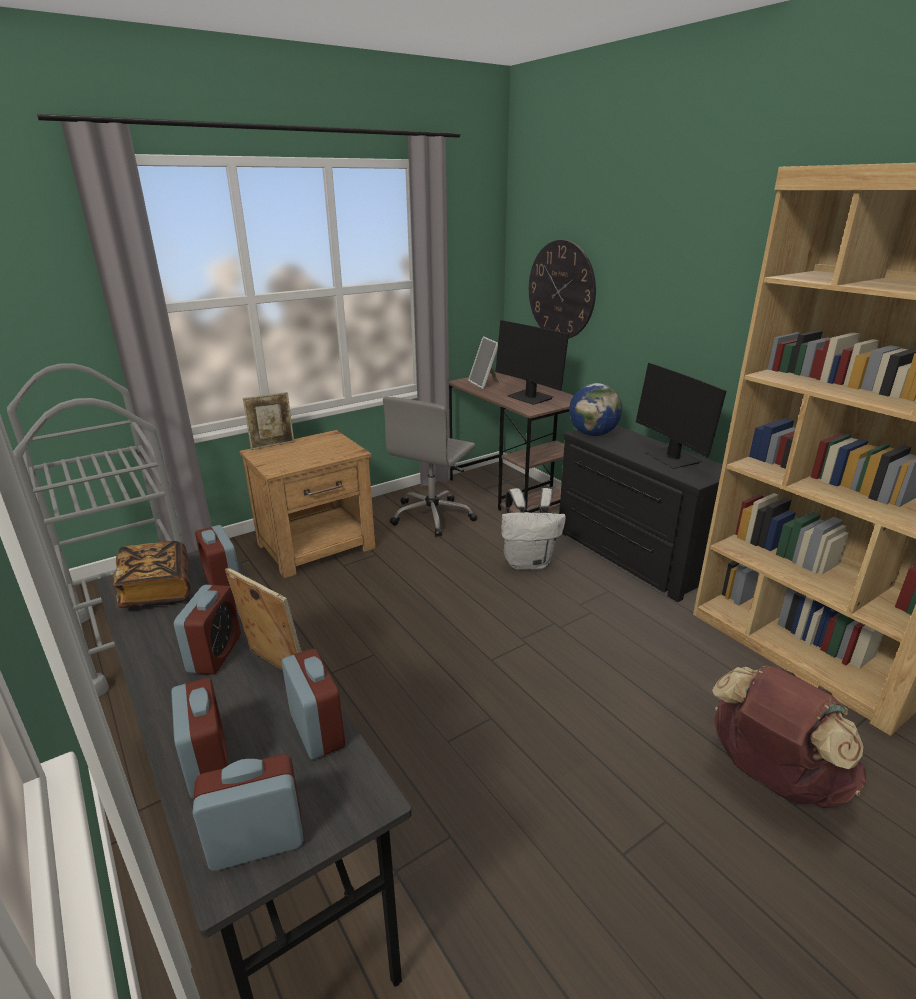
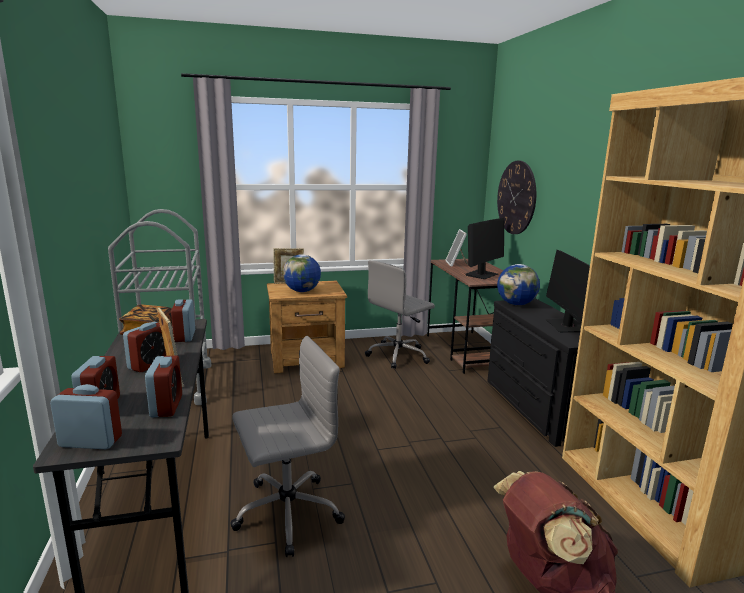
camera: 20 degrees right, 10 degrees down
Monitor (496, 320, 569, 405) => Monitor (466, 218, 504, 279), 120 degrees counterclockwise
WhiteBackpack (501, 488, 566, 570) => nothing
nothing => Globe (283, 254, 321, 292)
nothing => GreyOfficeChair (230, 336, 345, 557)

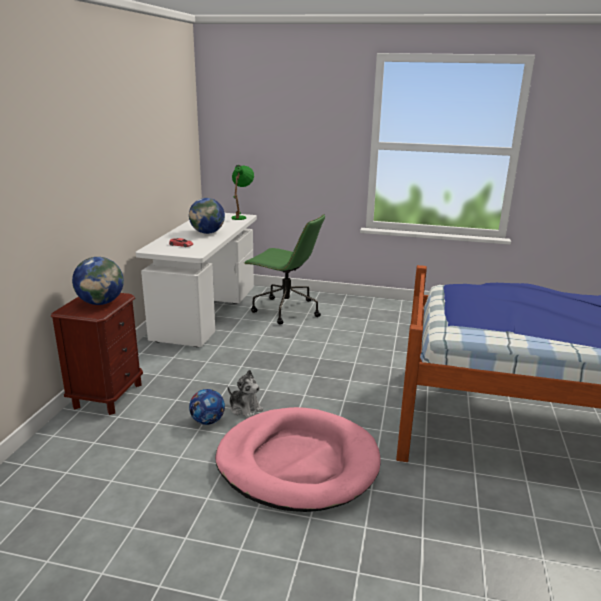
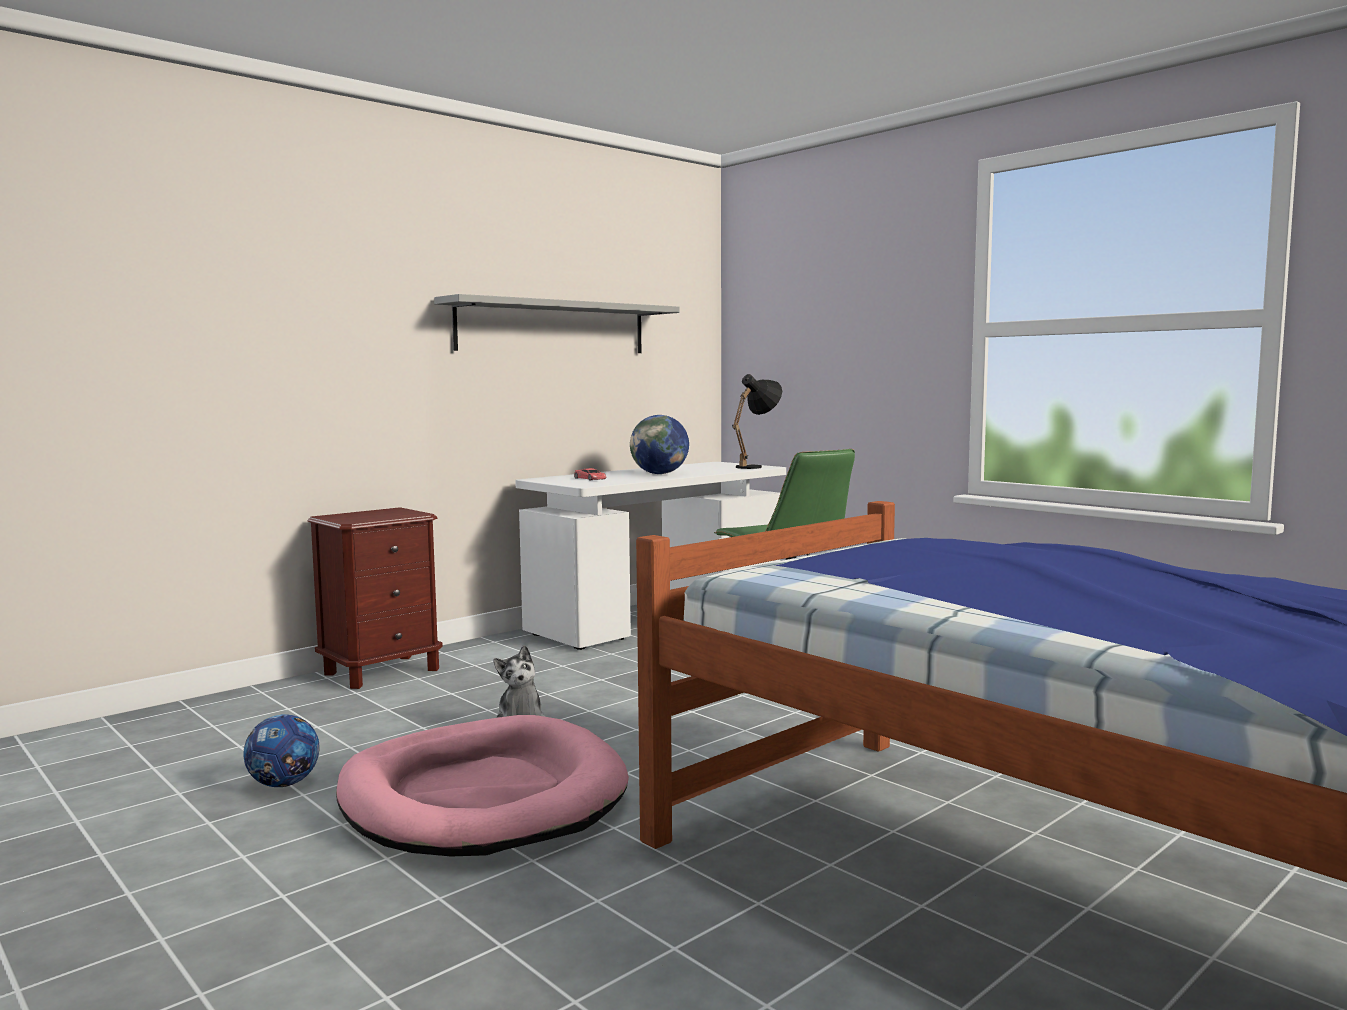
camera: 35 degrees right, 15 degrees down
GreenTableLamp (231, 165, 254, 220) => BlackTableLamp (732, 374, 782, 469)
Globe (72, 257, 124, 305) => nothing
Football (189, 389, 225, 425) => Football (243, 714, 320, 787), relocated
nothing => GreyShelf (434, 294, 680, 353)

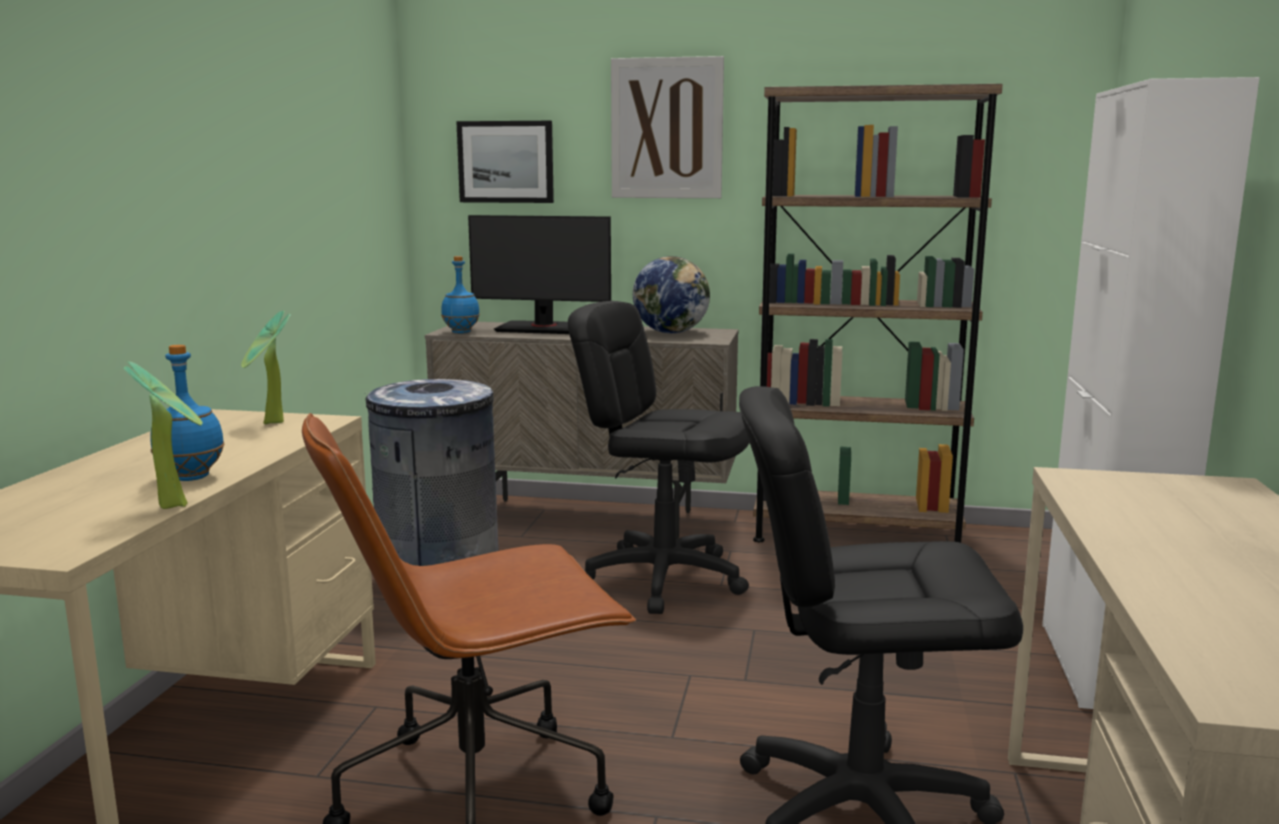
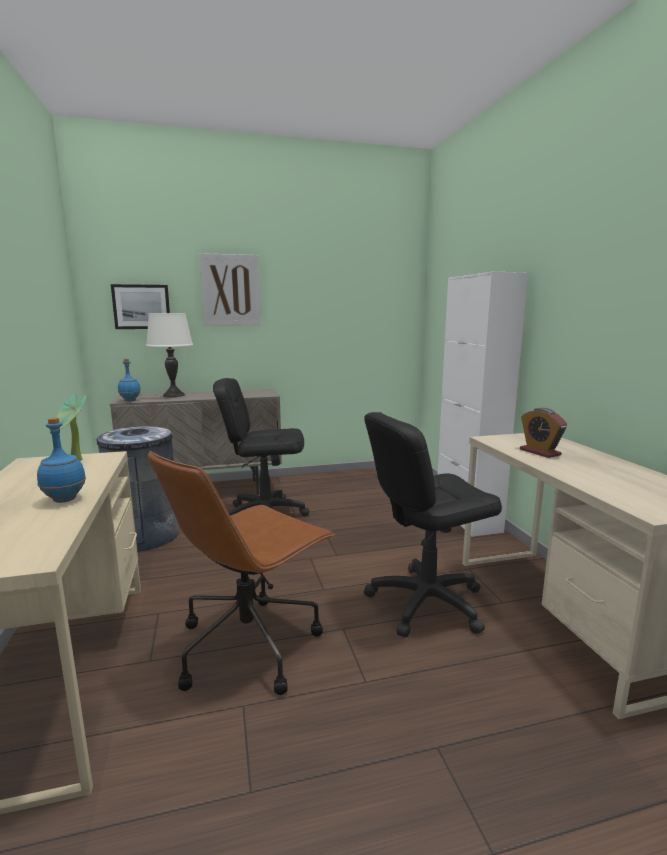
camera: 25 degrees left, 0 degrees up
BrownBookcase (753, 84, 1003, 543) => nothing
Monitor (468, 215, 611, 334) => WhiteTableLamp (146, 313, 193, 397)
Globe (633, 256, 710, 333) => nothing
PottedPlant (124, 361, 203, 509) => nothing
nothing => AlarmClock (520, 408, 567, 458)

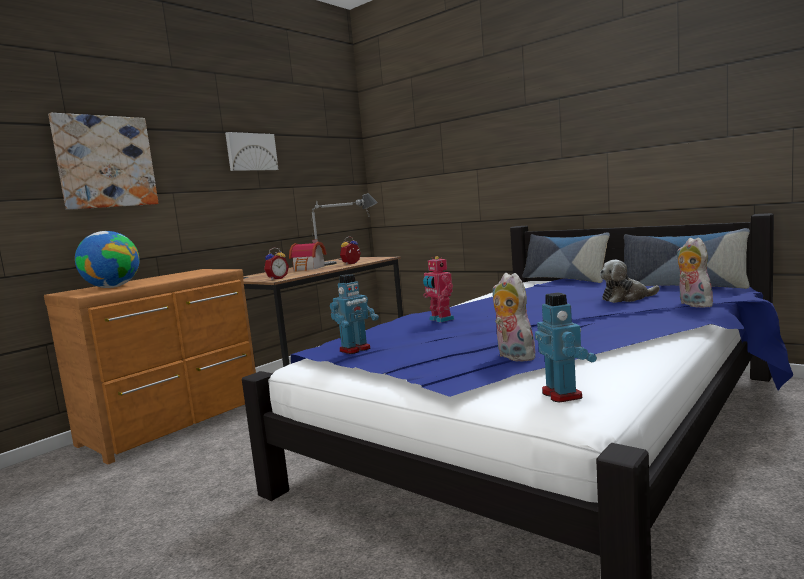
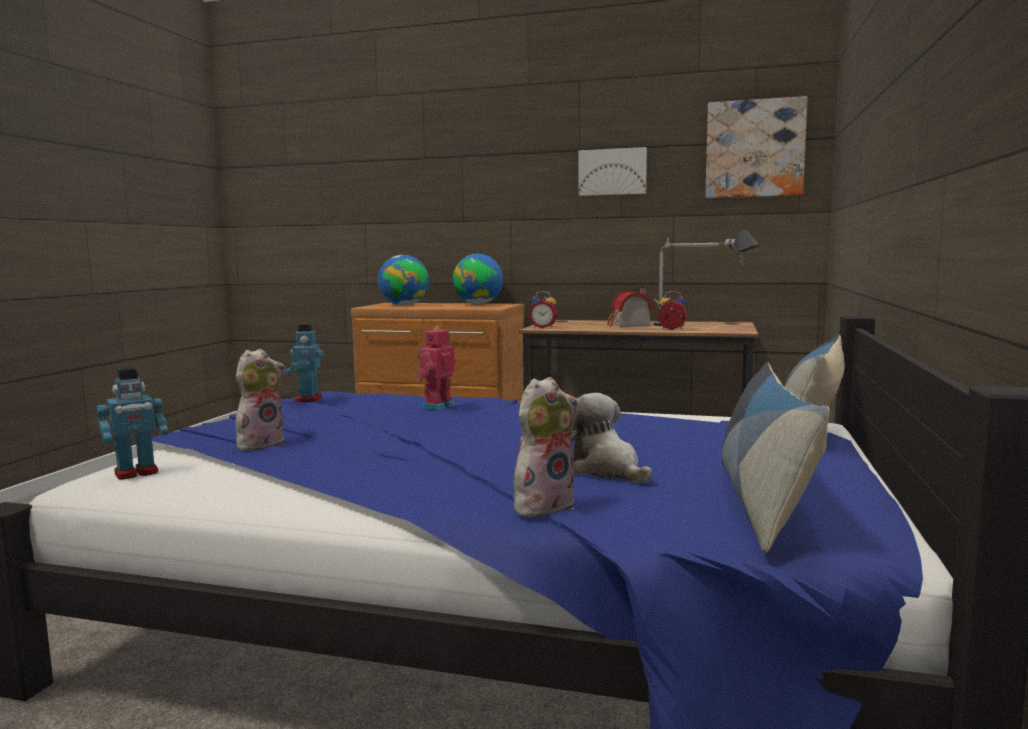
camera: 65 degrees right, 0 degrees up
Picture (48, 113, 158, 210) => Picture (705, 96, 808, 198), relocated
ToyRobot (330, 274, 379, 354) => ToyRobot (284, 323, 323, 402), 60 degrees clockwise
nothing => Globe (453, 254, 503, 305)

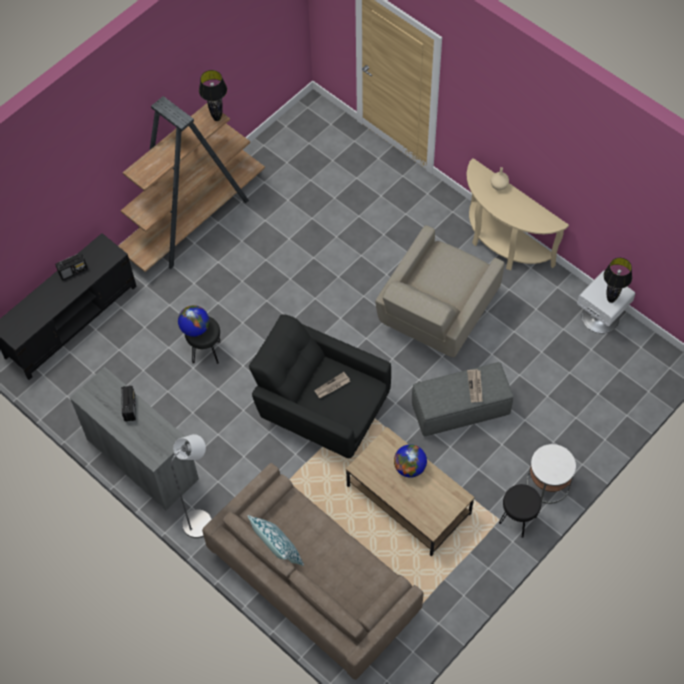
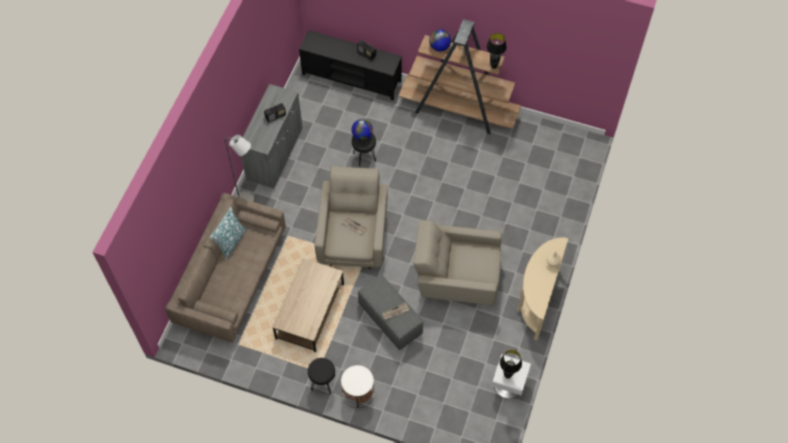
camera: 65 degrees right, 0 degrees up
BlackArmchair (249, 314, 391, 459) => BeigeArmchair (315, 166, 388, 269)
Globe (394, 444, 427, 478) => Globe (429, 29, 451, 52), relocated

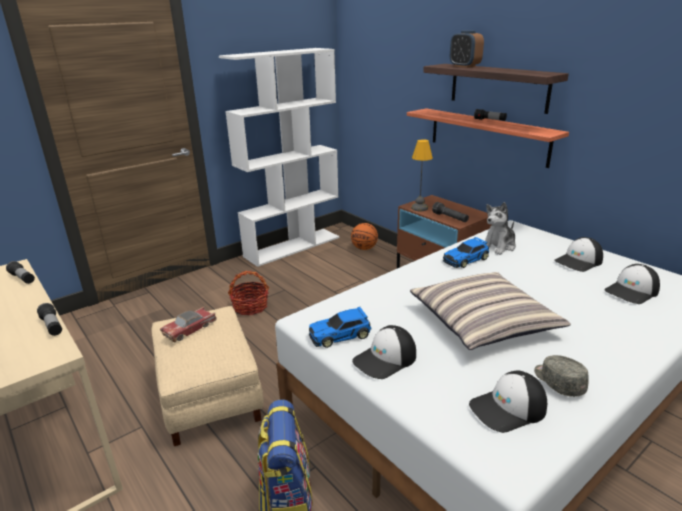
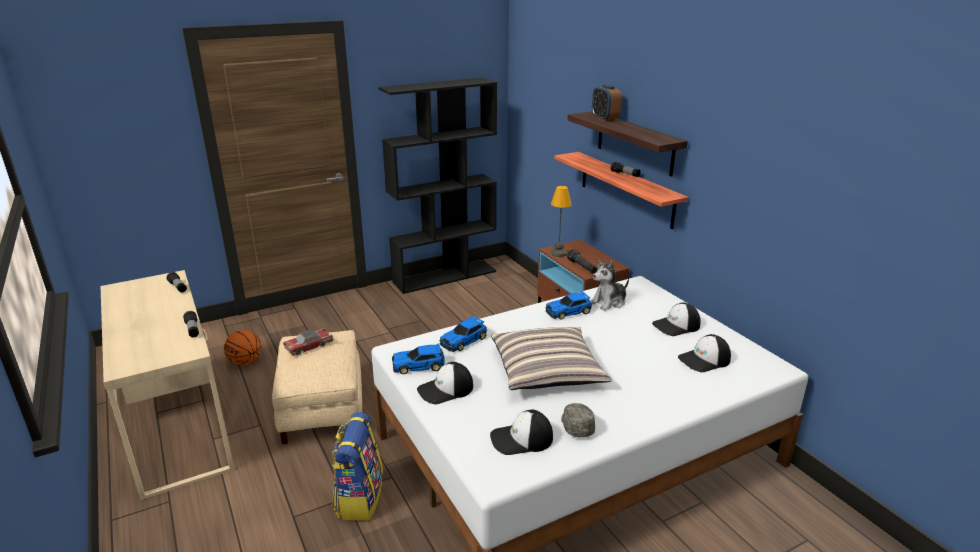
camera: 10 degrees right, 0 degrees up
WhiteBookcase (219, 48, 340, 267) => BlackBookcase (378, 77, 497, 294)
Basketball (351, 223, 378, 250) => Basketball (224, 330, 261, 365), relocated
Basket (228, 271, 269, 315) => nothing
nothing => ToyCar (440, 316, 487, 352)

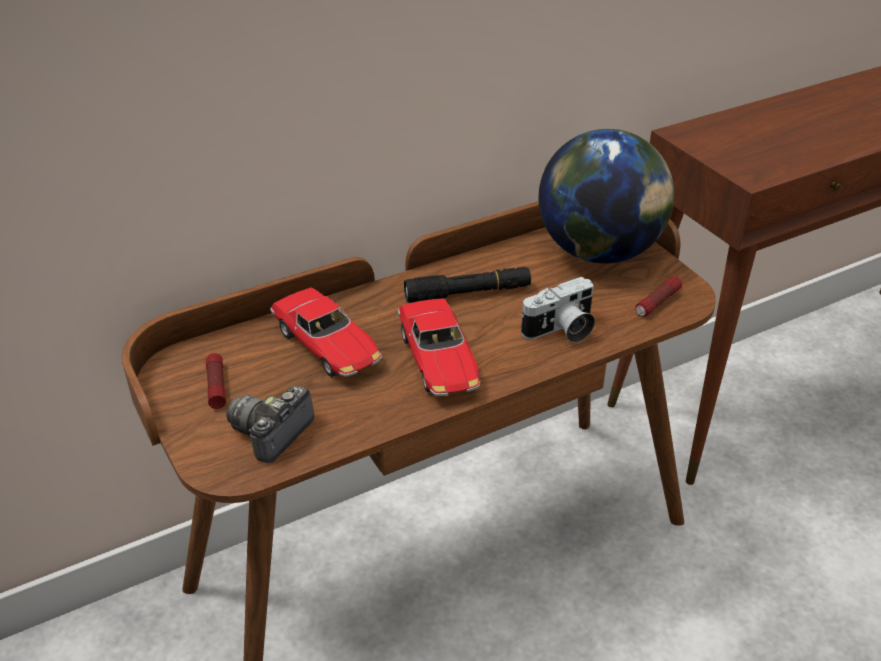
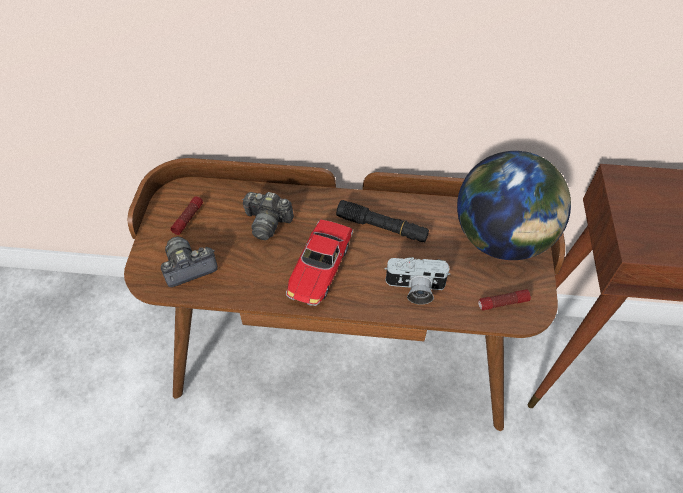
camera: 35 degrees right, 15 degrees up
ToyCar (270, 287, 382, 377) => PhotoCamera (242, 192, 294, 240)

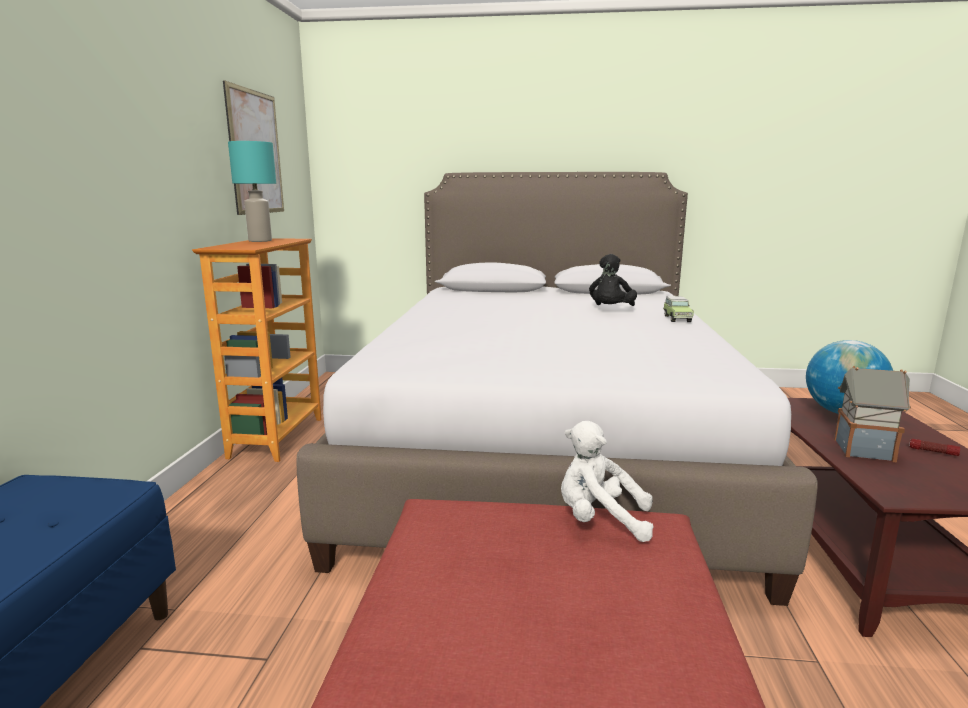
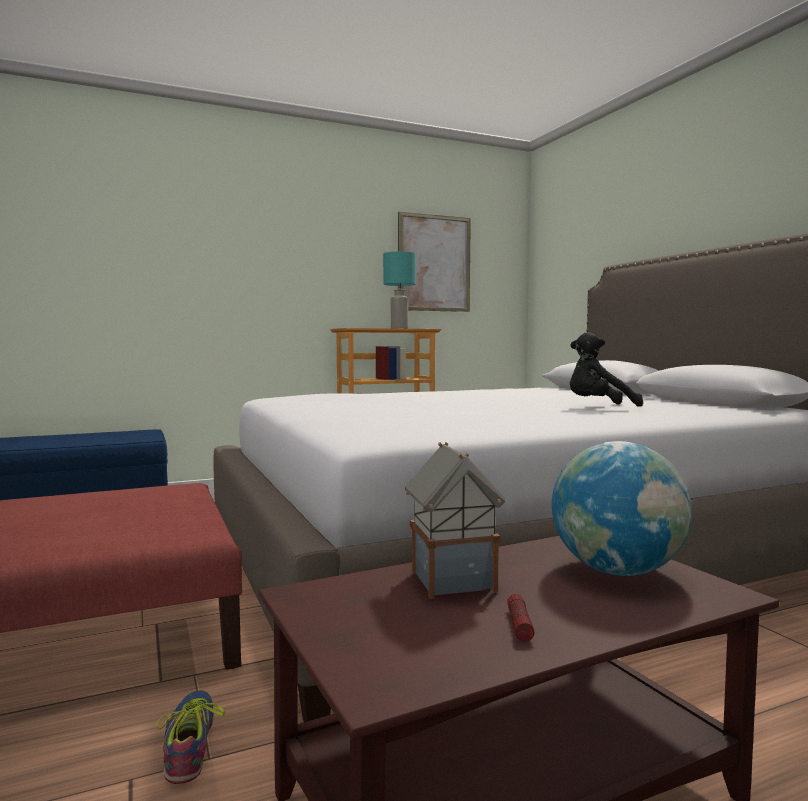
camera: 60 degrees right, 10 degrees down
ToyCar (663, 296, 694, 322) => nothing
WhitePlushToy (561, 421, 653, 542) => nothing
nothing => Shoe (156, 690, 226, 784)

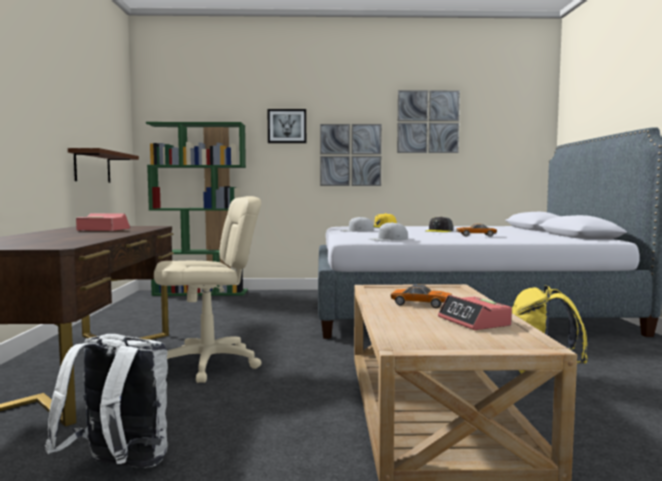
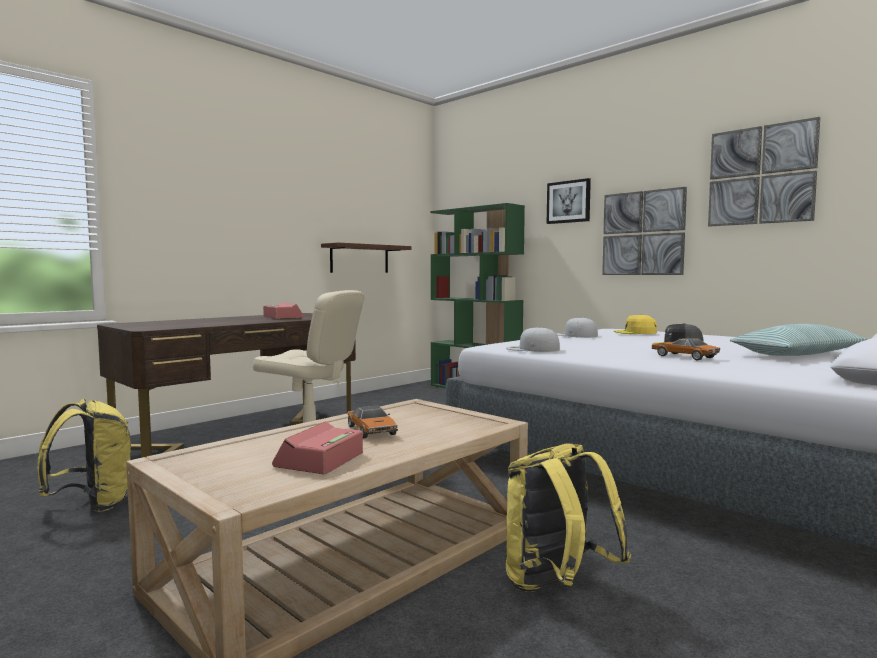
camera: 45 degrees right, 0 degrees up
WhiteBackpack (45, 334, 168, 468) => YellowBackpack (37, 399, 131, 512)
nothing => Pillow (730, 324, 868, 356)

